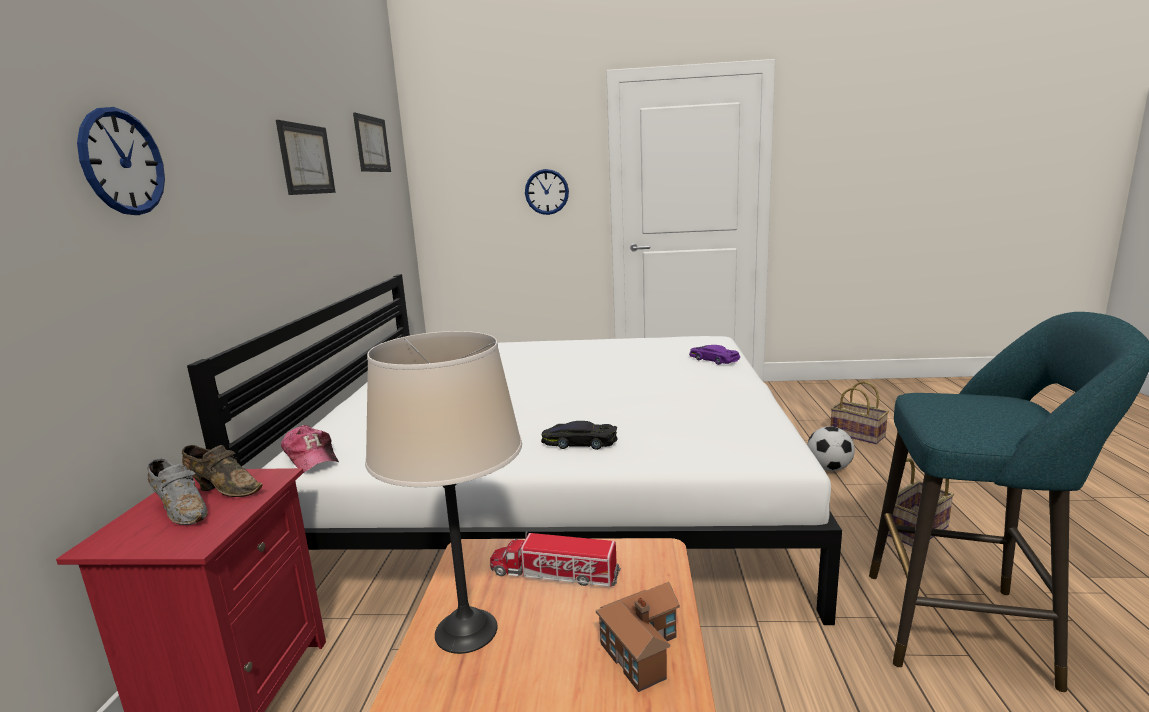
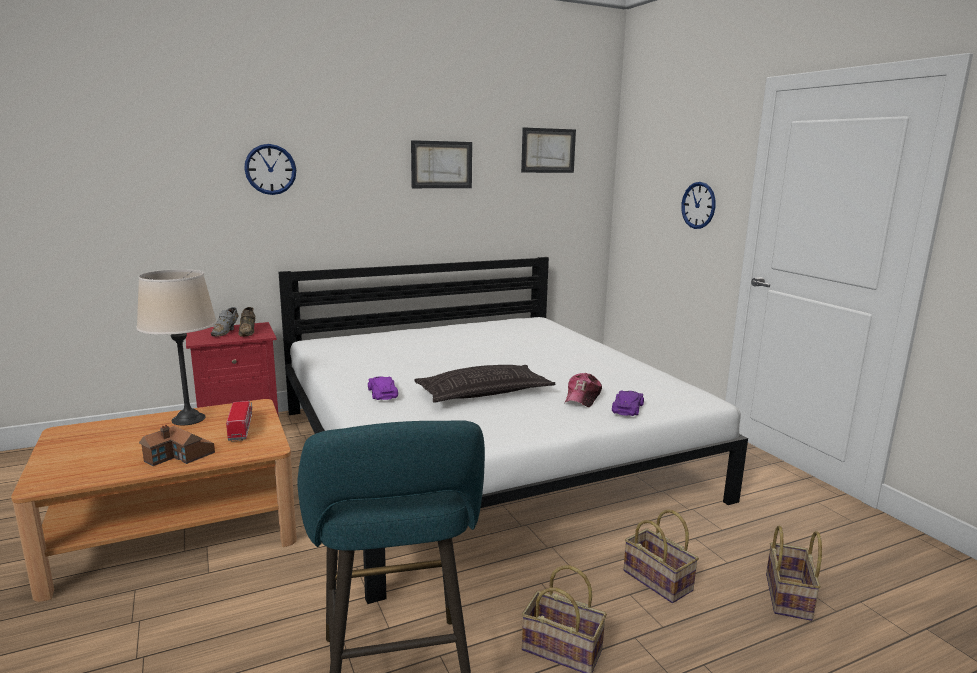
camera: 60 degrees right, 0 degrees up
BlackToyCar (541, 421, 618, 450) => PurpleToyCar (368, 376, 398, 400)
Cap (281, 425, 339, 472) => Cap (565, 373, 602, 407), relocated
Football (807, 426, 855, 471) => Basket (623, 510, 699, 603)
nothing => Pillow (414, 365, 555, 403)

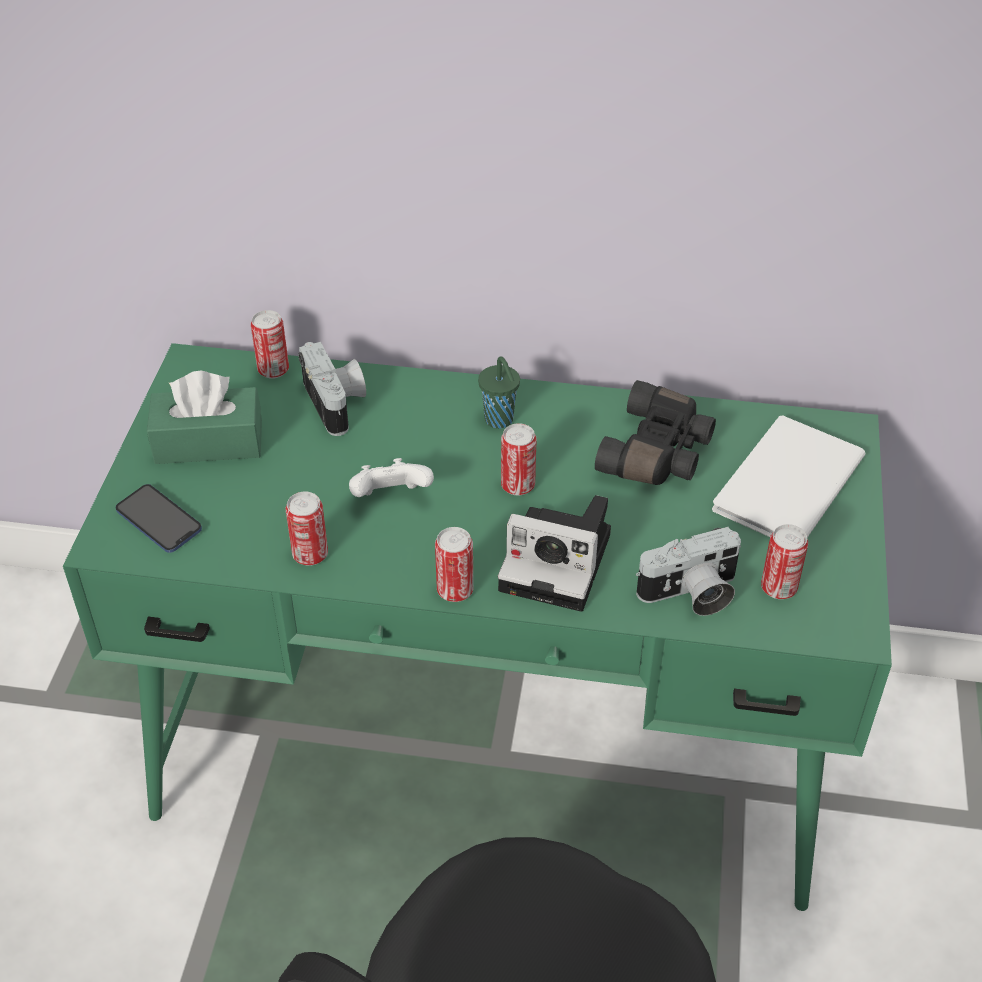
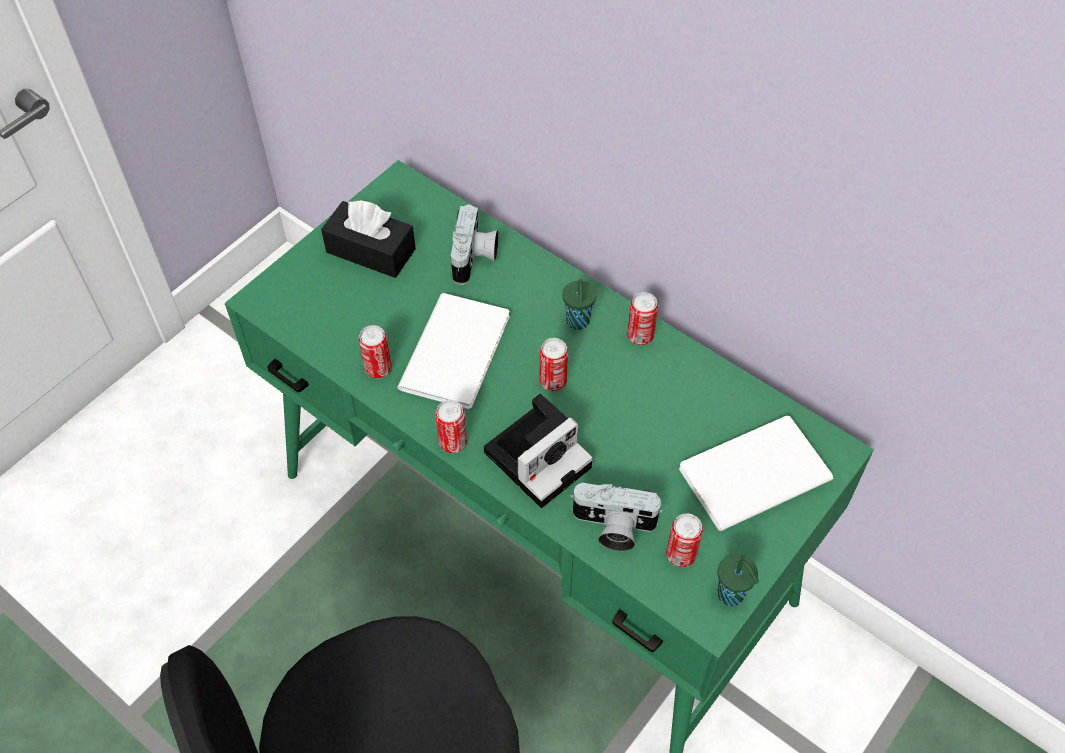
camera: 30 degrees right, 10 degrees up
Can (251, 310, 289, 379) => Can (627, 292, 658, 345), relocated
GreenTissueBox (147, 371, 262, 464) => BlackTissueBox (321, 200, 416, 278)
BlackBinoculars (595, 380, 716, 485) => nothing
WhiteGameController (349, 458, 434, 497) => WhiteBook (397, 293, 510, 409)
Phone (116, 484, 202, 553) => nothing
PhotoCamera (498, 495, 611, 612) => PhotoCamera (484, 394, 593, 508), 90 degrees counterclockwise
nothing => GreenCup (717, 554, 759, 606)

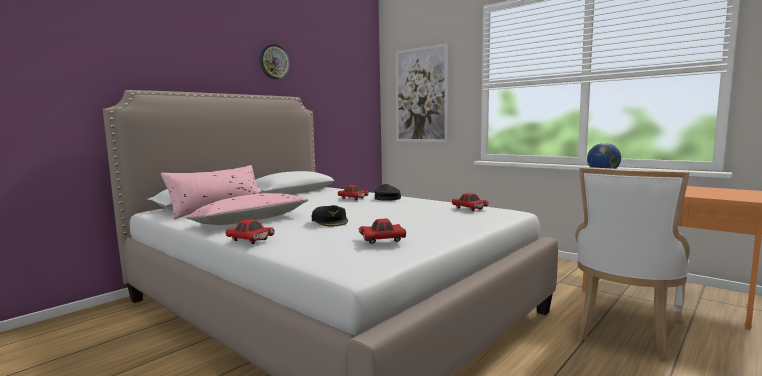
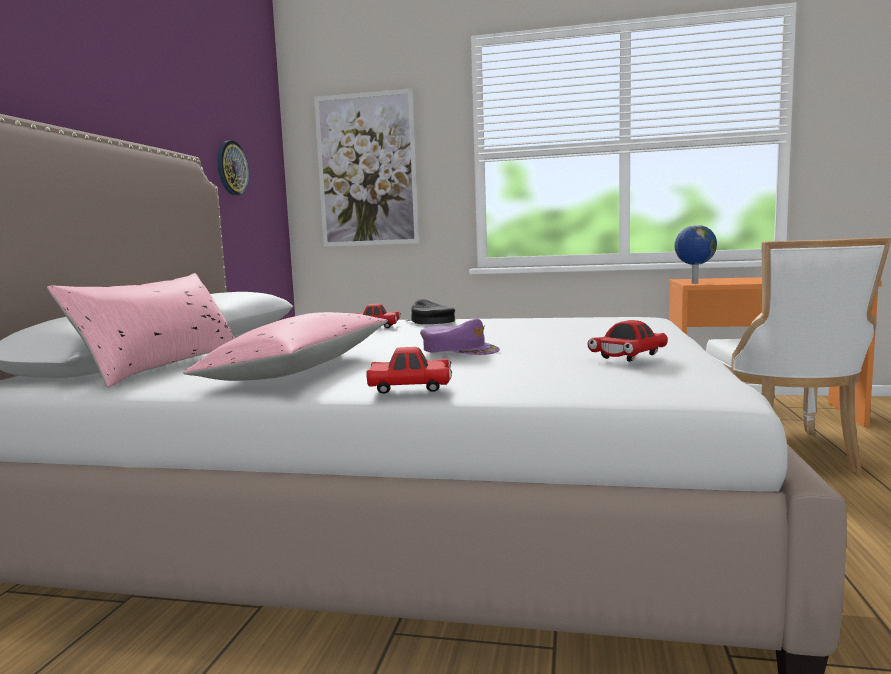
camera: 30 degrees left, 0 degrees up
WallClock (260, 44, 290, 80) => WallClock (217, 140, 249, 196), relocated
RedToyCar (452, 193, 489, 211) => nothing
BlackCap (312, 205, 348, 227) => PurpleCap (420, 319, 500, 355)

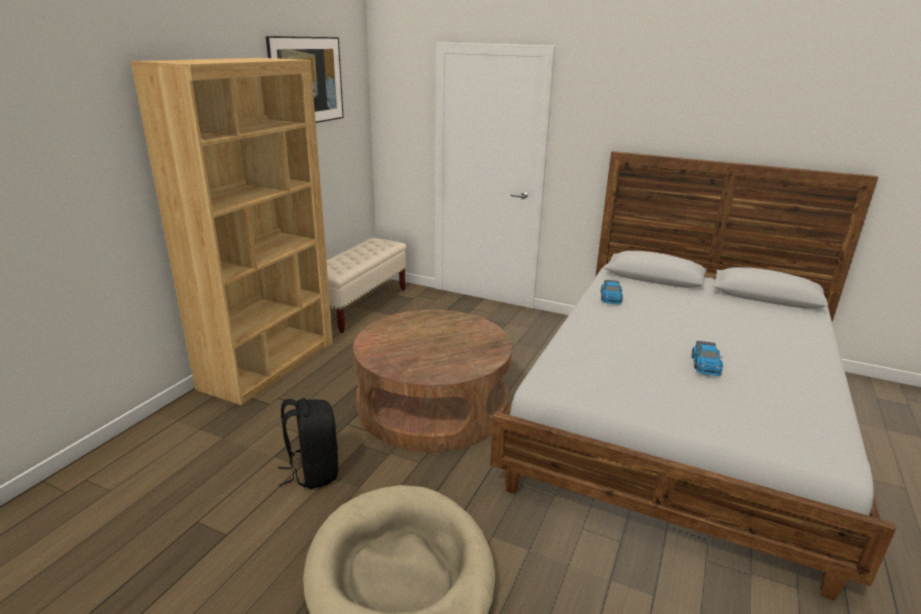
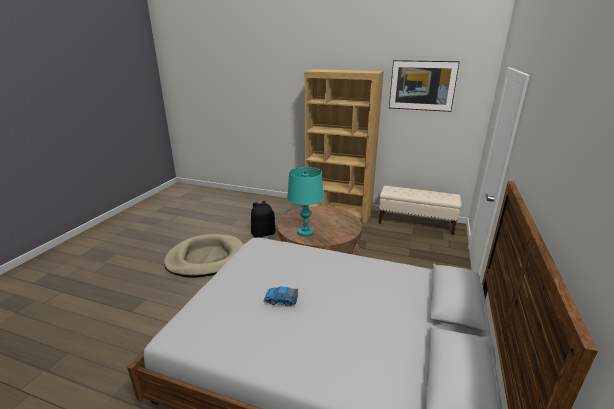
camera: 85 degrees right, 0 degrees up
ToyCar (601, 280, 623, 304) => nothing
nothing => TurquoiseTableLamp (287, 167, 324, 237)

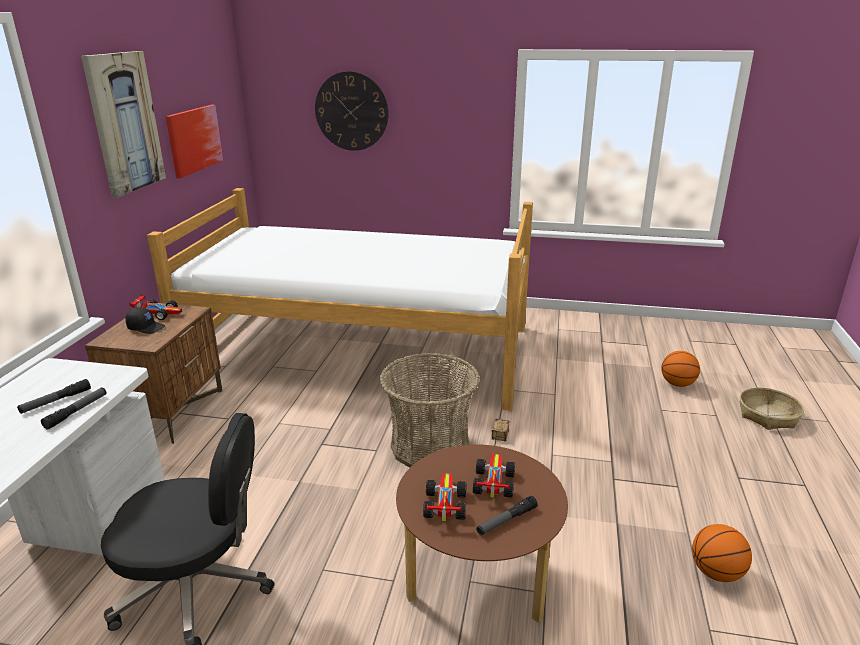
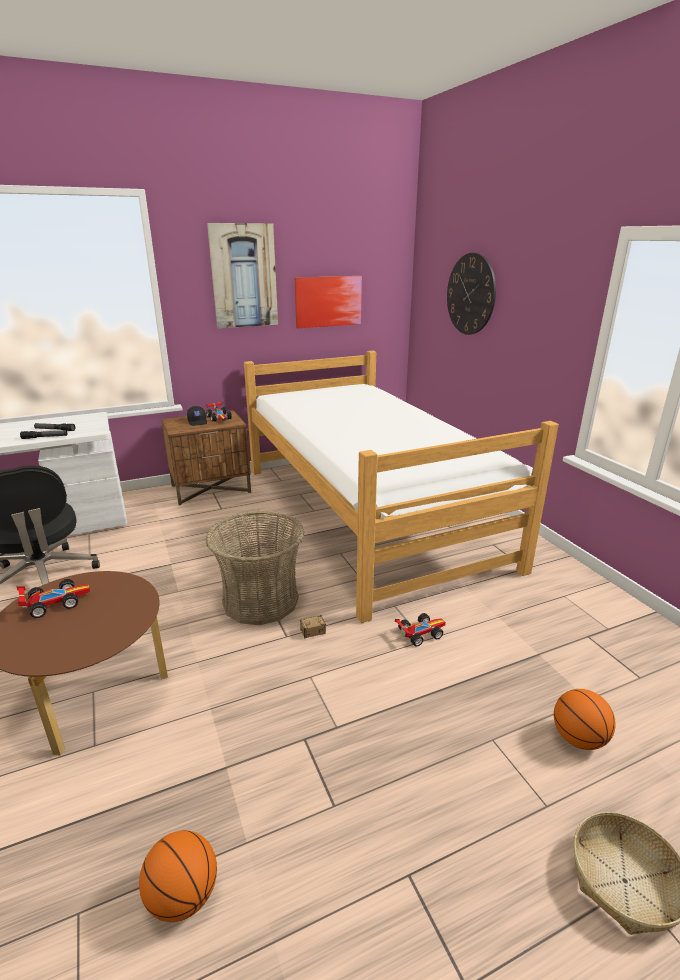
camera: 55 degrees right, 0 degrees up
ToyCar (473, 454, 515, 498) => ToyCar (395, 613, 446, 646), relocated
Flashlight (476, 496, 538, 535) => nothing

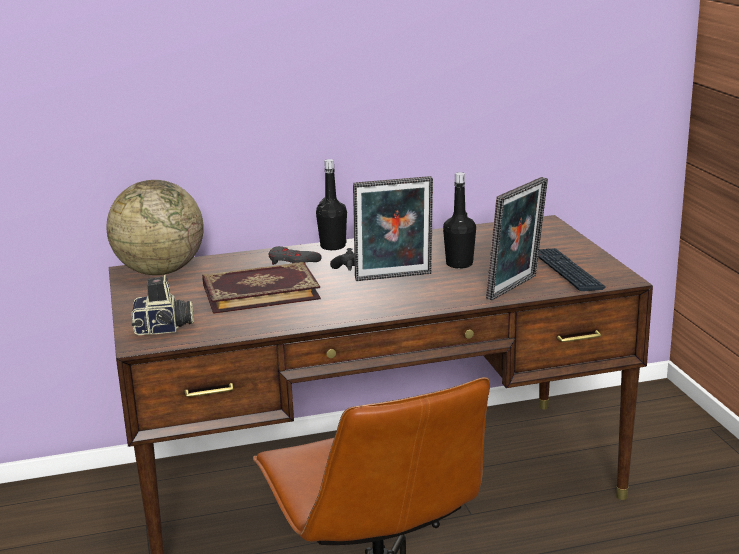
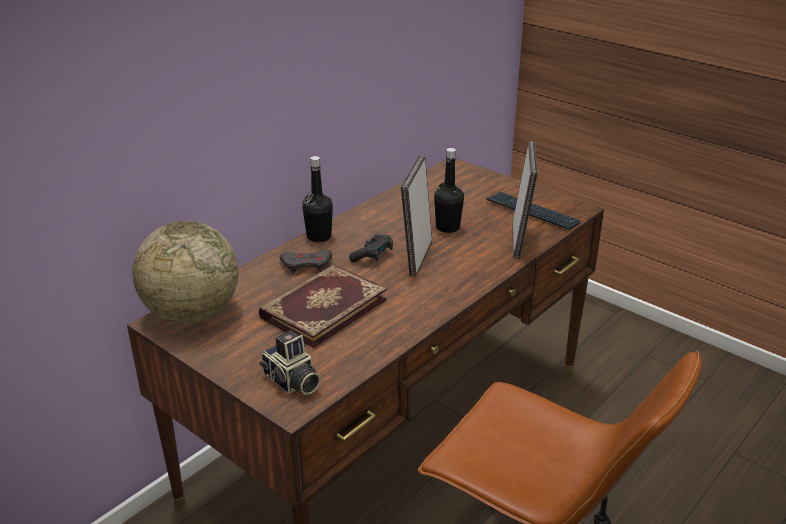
camera: 35 degrees left, 10 degrees up
PictureFrame (353, 176, 433, 281) => PictureFrame (401, 155, 432, 277), 150 degrees clockwise
PhotoCamera (131, 275, 194, 335) => PhotoCamera (259, 330, 321, 395), 90 degrees clockwise

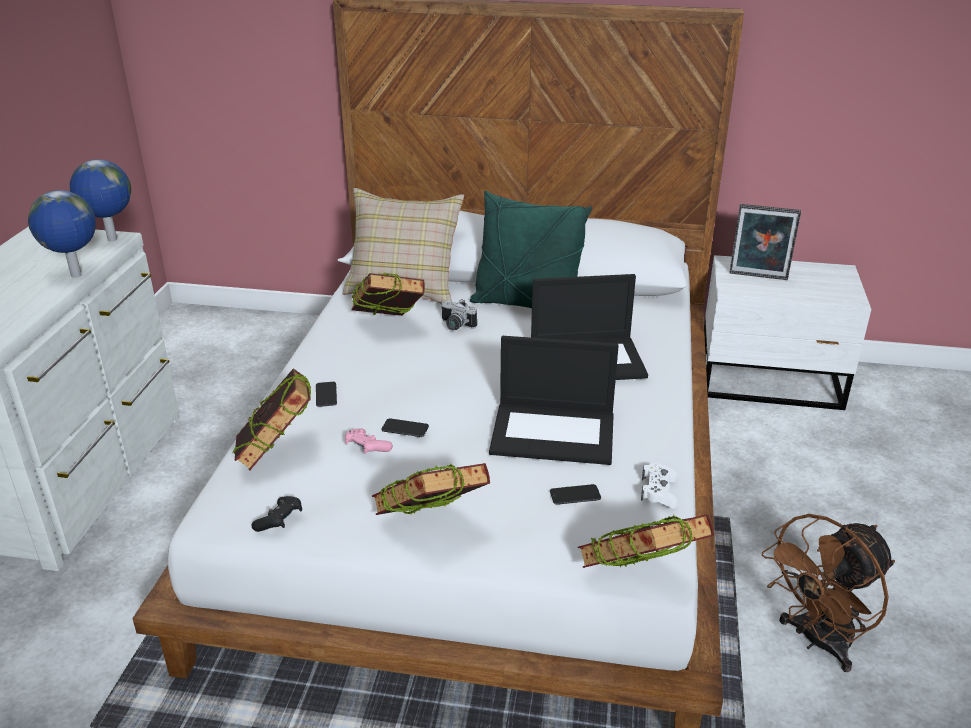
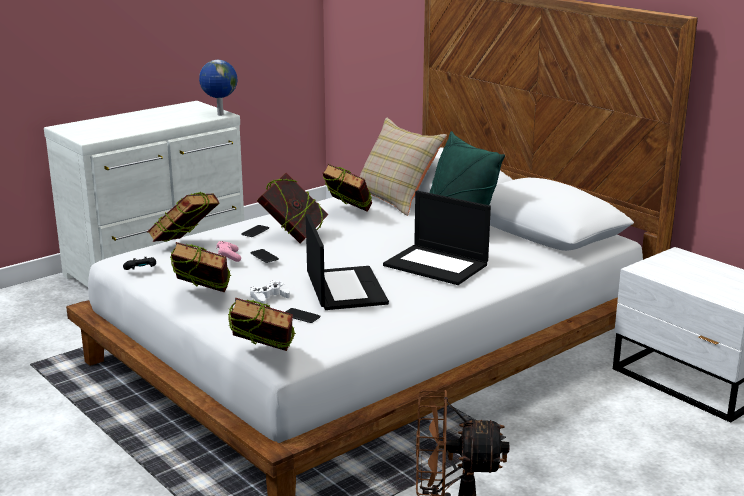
camera: 40 degrees right, 10 degrees down
Globe (28, 190, 96, 278) => nothing
PictureFrame (729, 204, 801, 280) => nothing
PhotoCamera (441, 299, 477, 330) => nothing
Laptop (489, 336, 619, 465) => Laptop (306, 214, 389, 310), 150 degrees counterclockwise
WhiteGameController (641, 463, 677, 508) => WhiteGameController (250, 281, 290, 306), relocated
nothing => Book (257, 173, 329, 244)

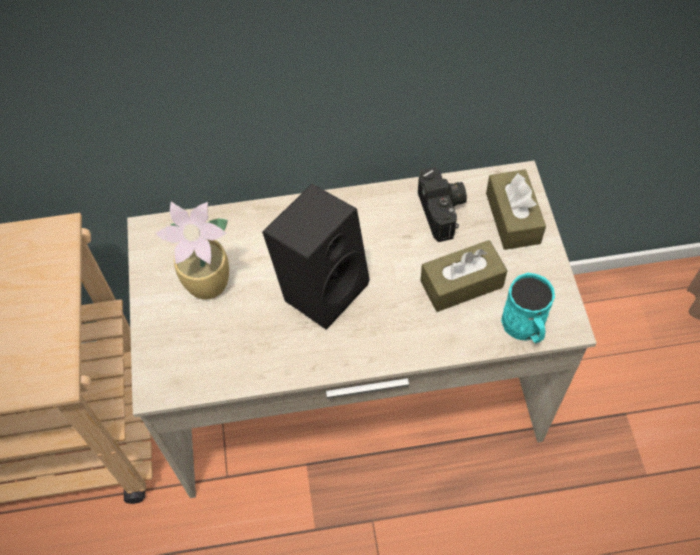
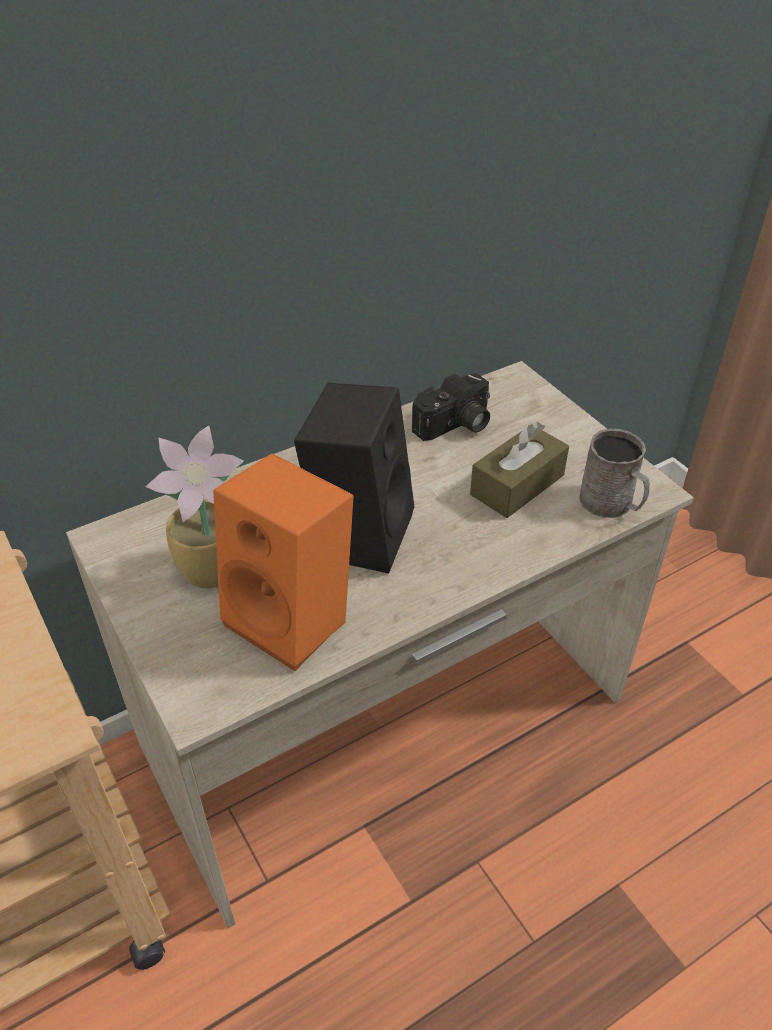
camera: 25 degrees left, 15 degrees down
PhotoCamera (418, 167, 467, 242) => PhotoCamera (412, 373, 490, 441), 90 degrees clockwise
BrownTissueBox (486, 170, 546, 250) => nothing
TurquoiseMug (501, 273, 555, 343) => GreyMug (580, 429, 650, 518)
nothing => OrangeSpeaker (213, 453, 354, 671)

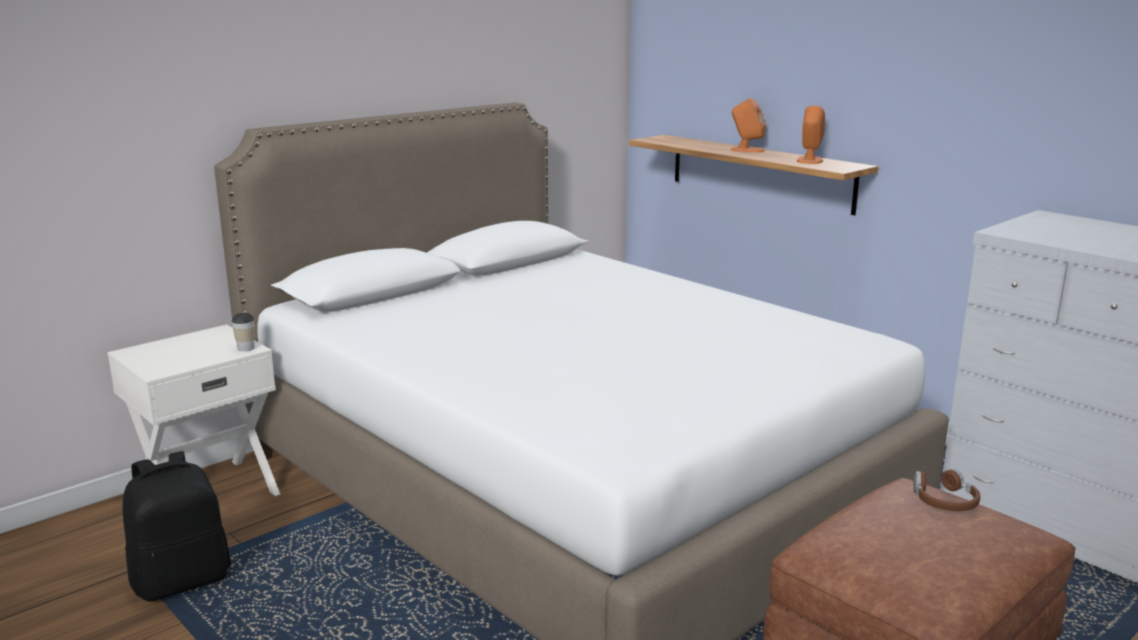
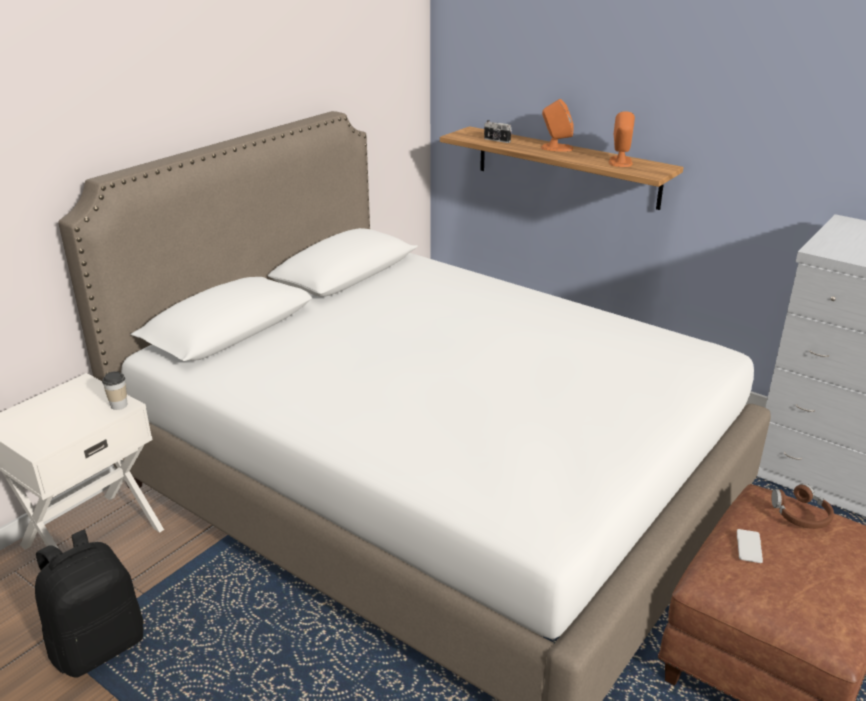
camera: 10 degrees left, 10 degrees up
nothing => PhotoCamera (484, 120, 512, 143)
nothing => Phone (737, 529, 763, 563)

